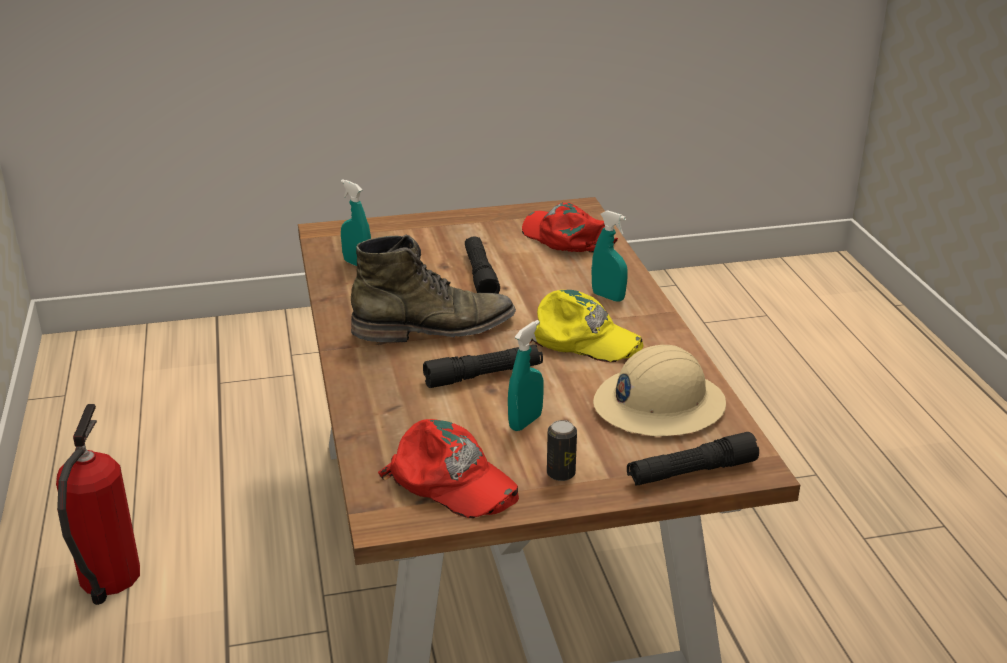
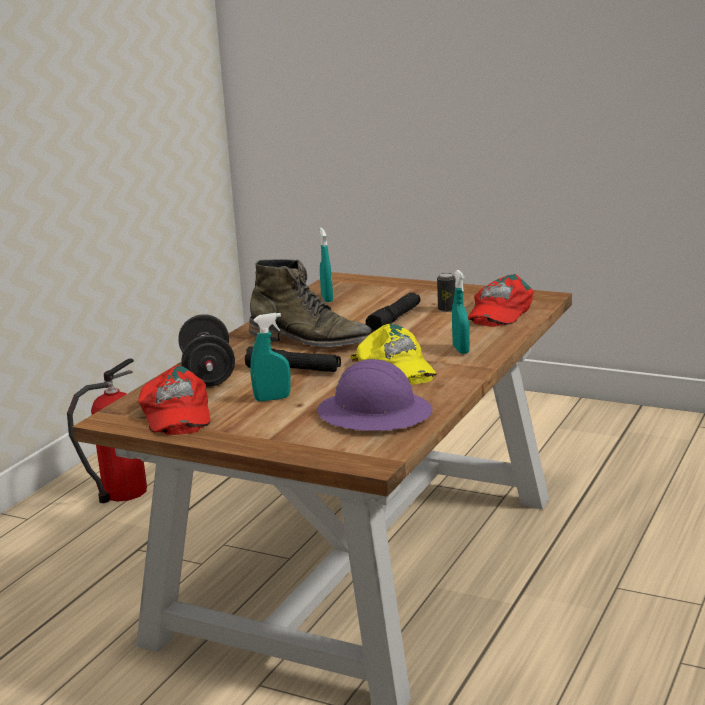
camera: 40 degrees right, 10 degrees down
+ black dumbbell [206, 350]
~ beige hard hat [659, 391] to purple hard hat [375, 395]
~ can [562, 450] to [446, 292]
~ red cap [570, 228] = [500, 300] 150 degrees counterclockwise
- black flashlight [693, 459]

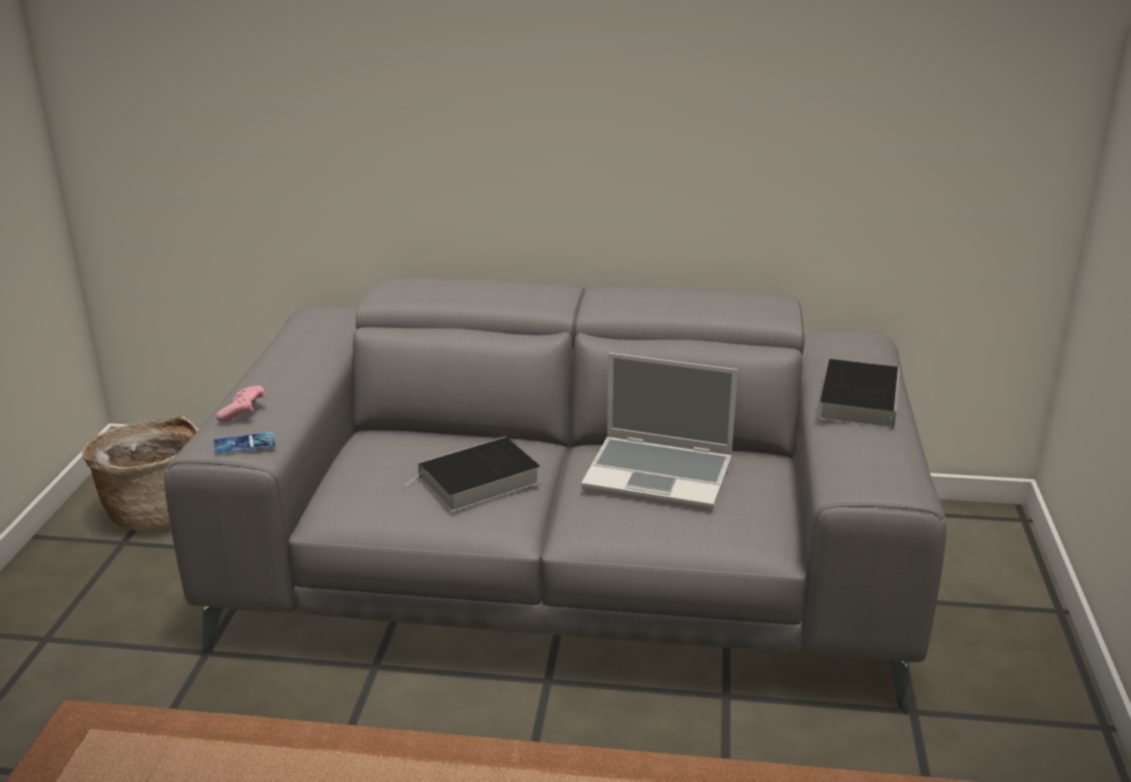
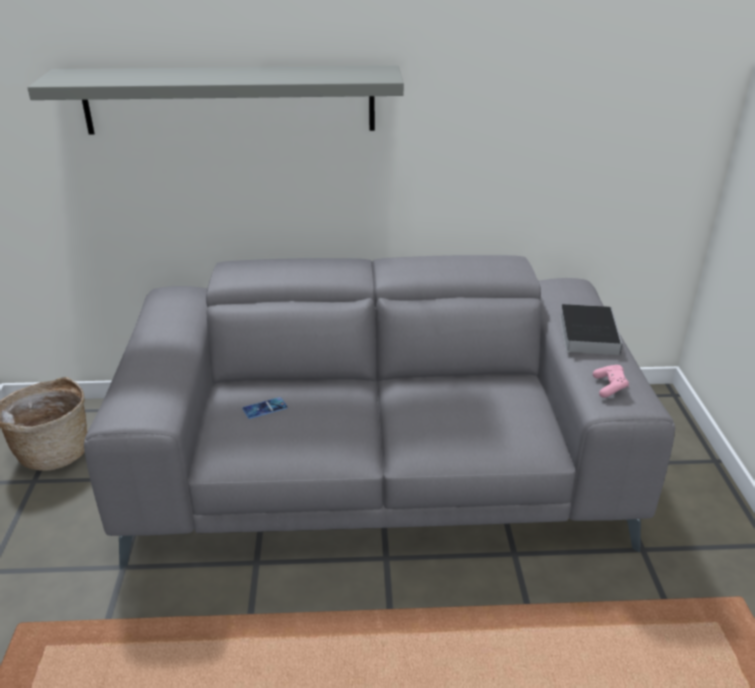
camera: 10 degrees left, 5 degrees up
+ grey shelf [215, 100]
~ phone [244, 443] to [265, 408]
~ pink game controller [241, 404] to [611, 381]
- book [471, 474]
- laptop [659, 431]

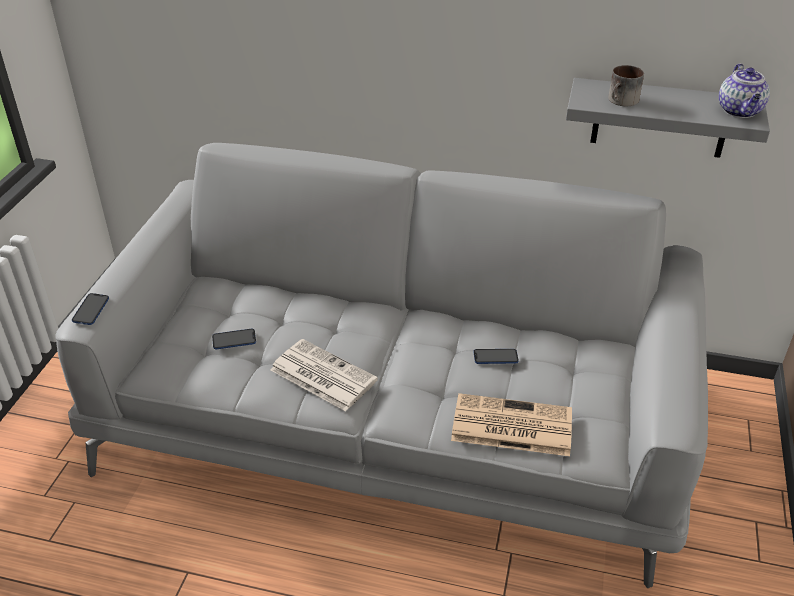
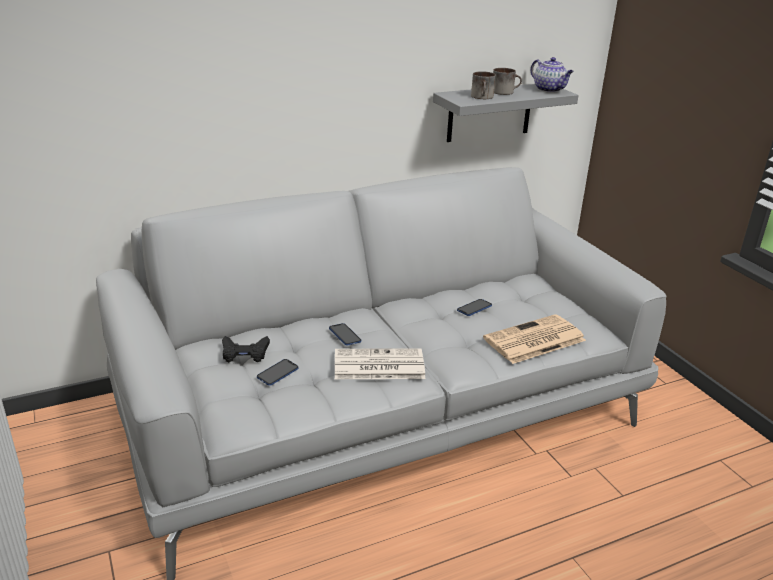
camera: 40 degrees left, 10 degrees down
+ black game controller [246, 349]
~ phone [90, 309] to [345, 334]
+ mug [507, 81]

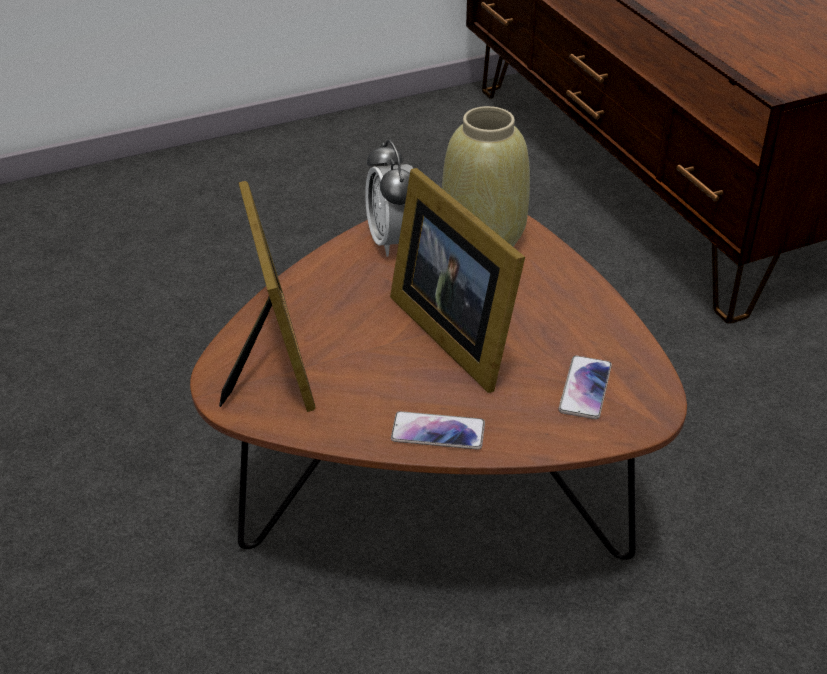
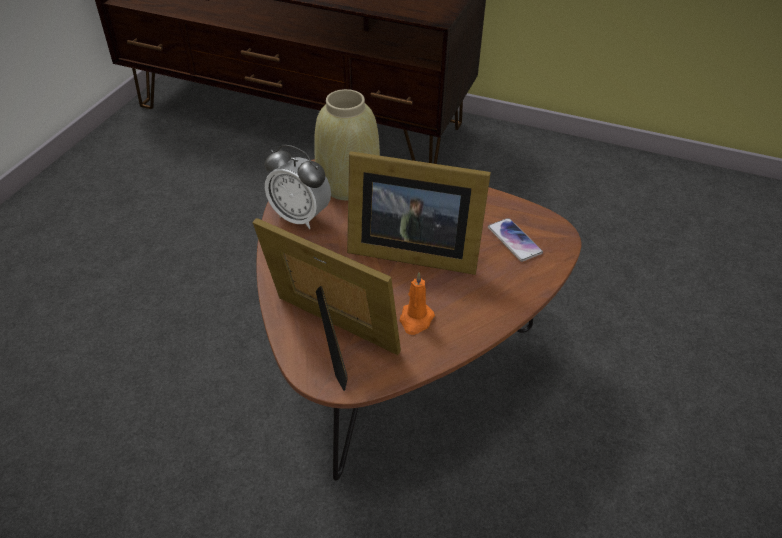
camera: 45 degrees left, 5 degrees up
+ orange candle [417, 303]
- phone [438, 430]

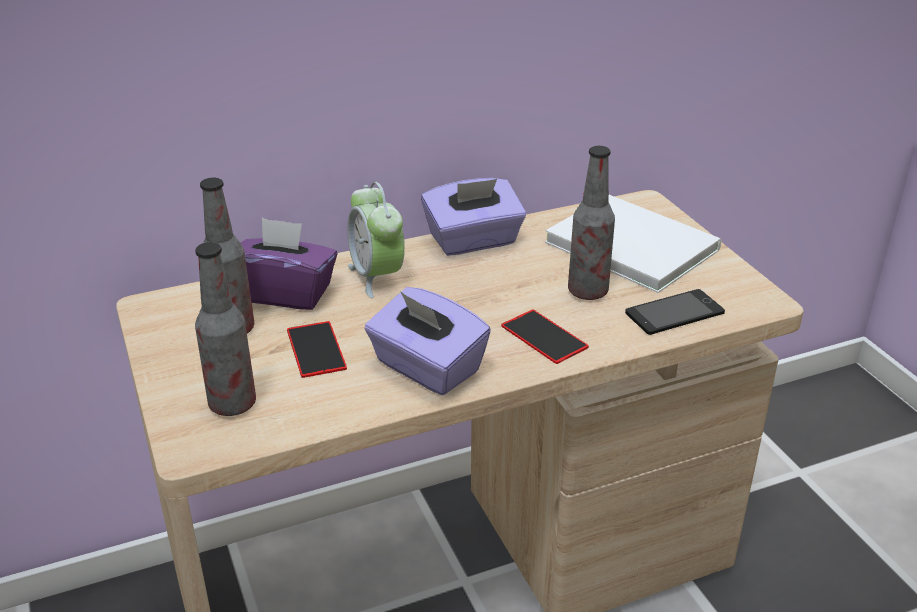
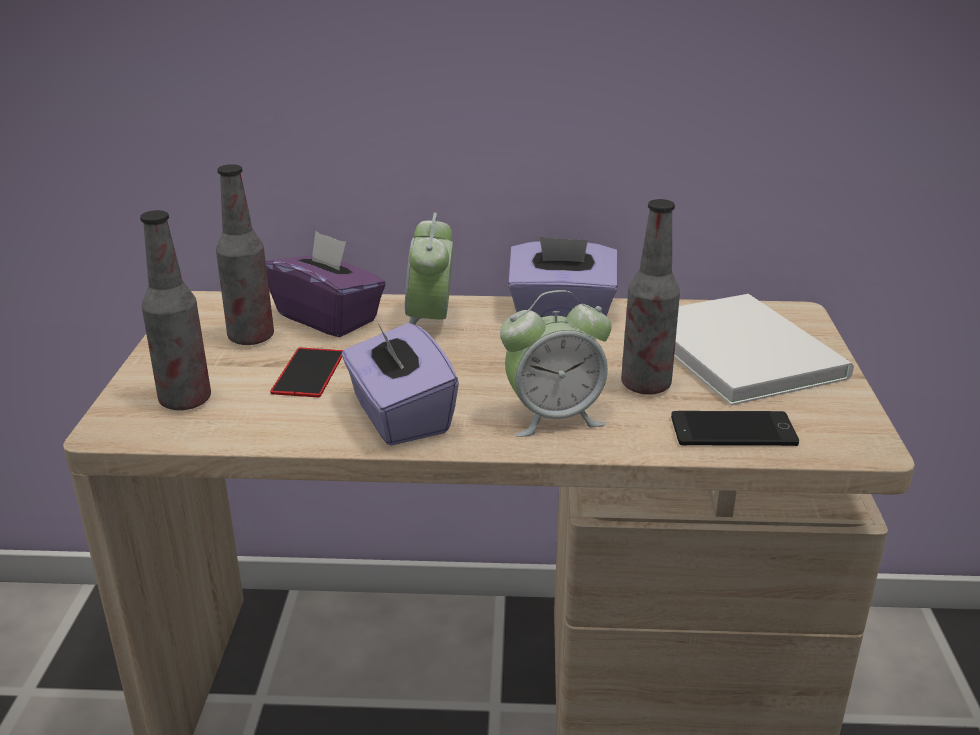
camera: 25 degrees right, 5 degrees down
~ phone [545, 336] to alarm clock [556, 363]

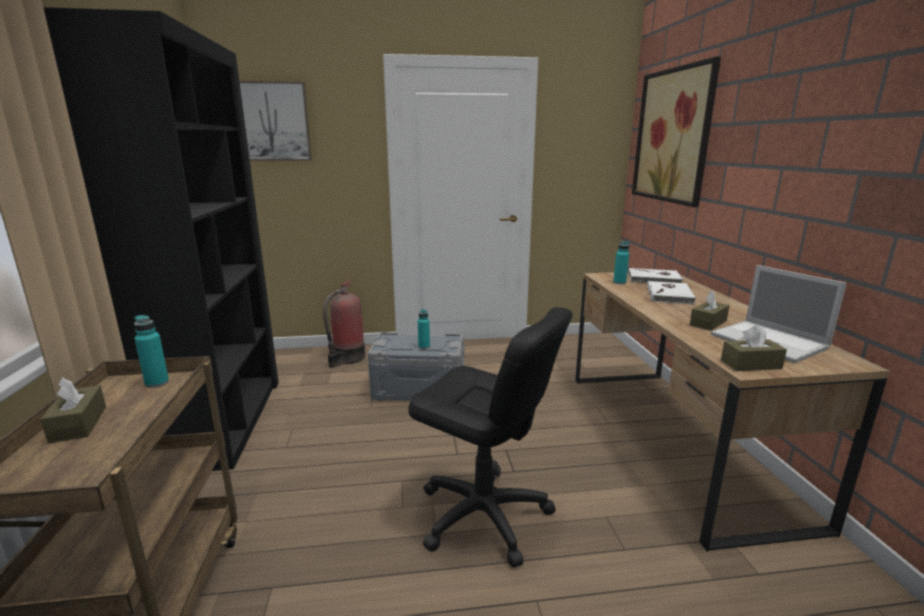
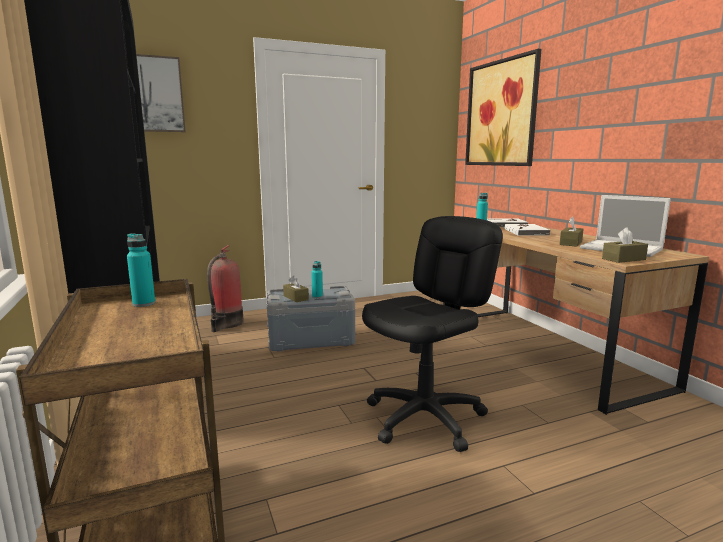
camera: 15 degrees left, 5 degrees down
~ brown tissue box [73, 410] to [296, 289]
~ black office chair [490, 437] = [432, 334] 60 degrees counterclockwise

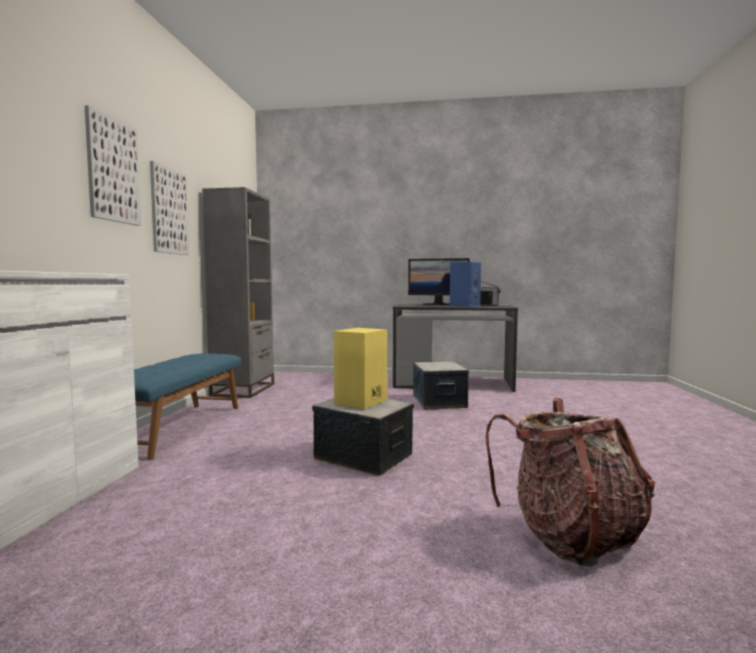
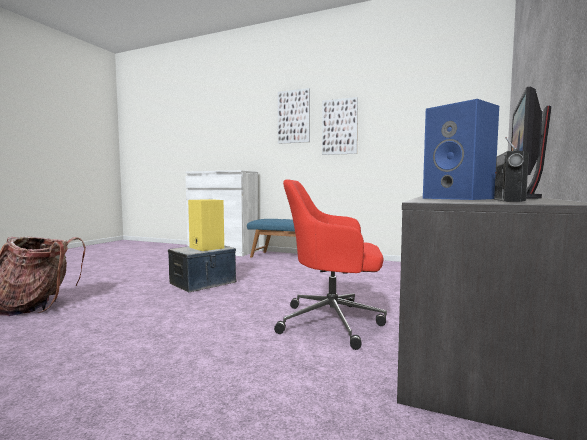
camera: 105 degrees right, 0 degrees up
~ storage box [441, 385] to red office chair [330, 264]
- grey bookcase [238, 292]

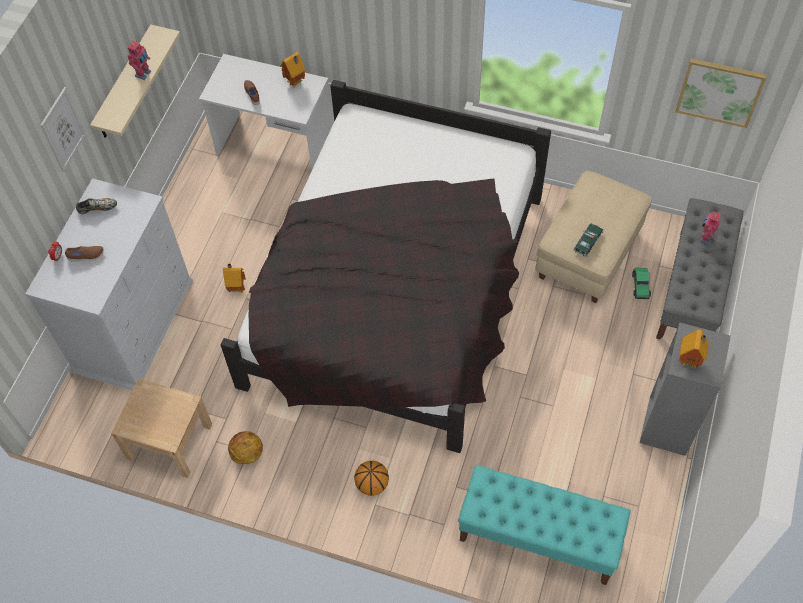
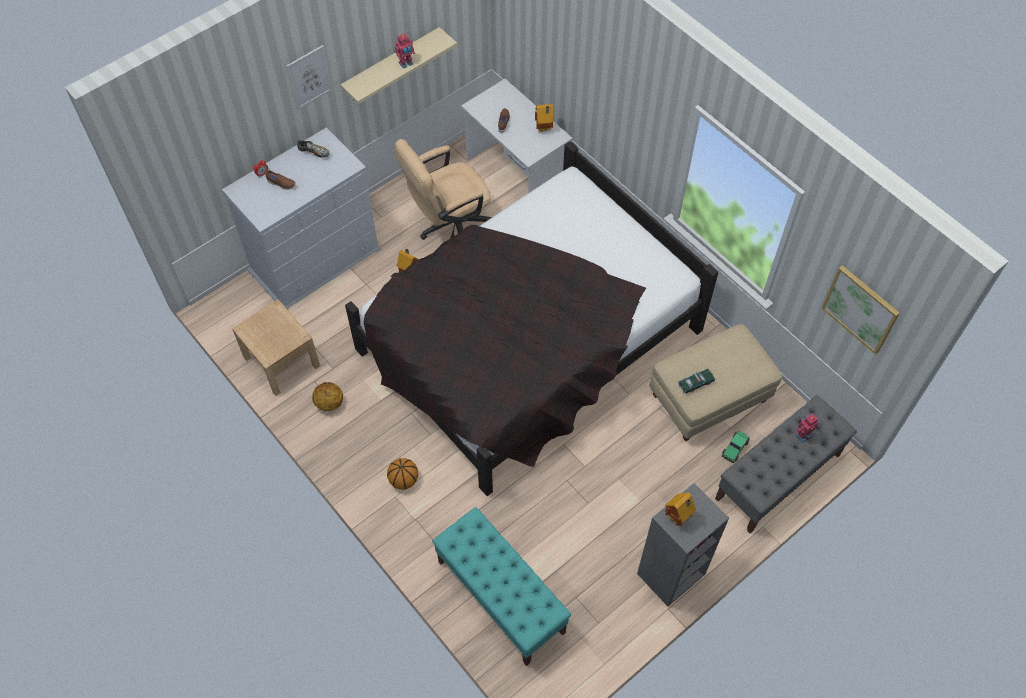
camera: 30 degrees right, 0 degrees up
+ beige office chair [443, 189]

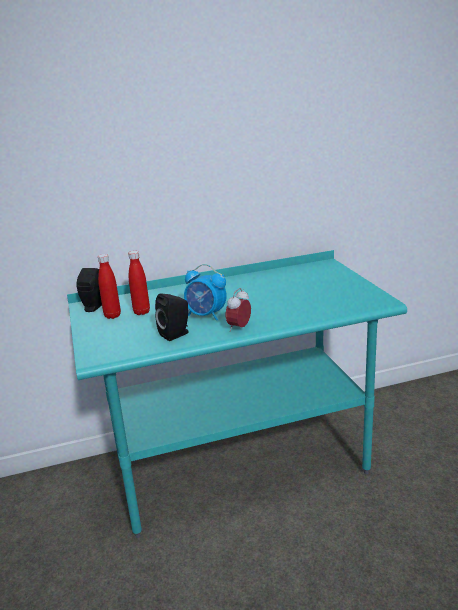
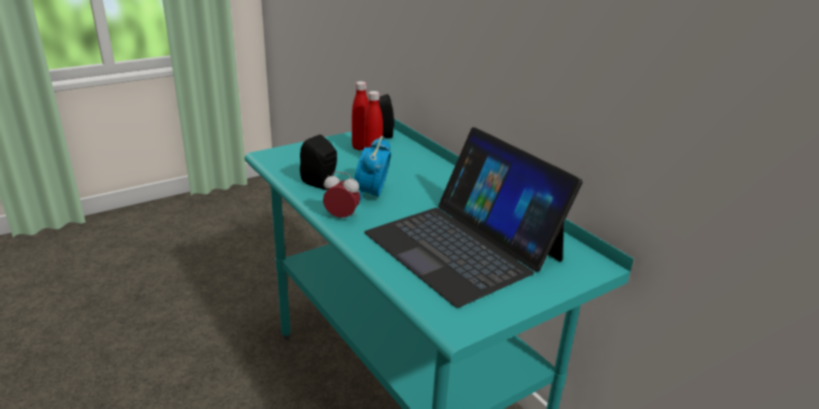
camera: 70 degrees right, 5 degrees up
+ laptop [473, 217]

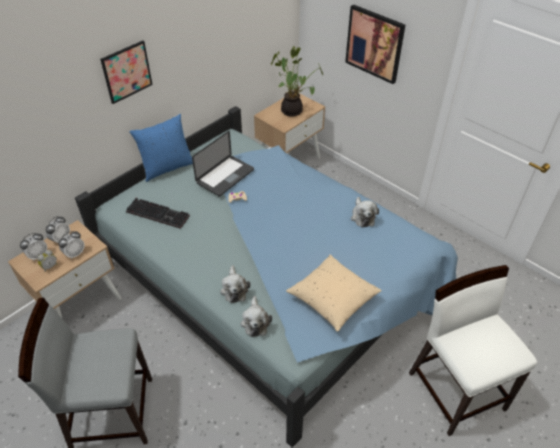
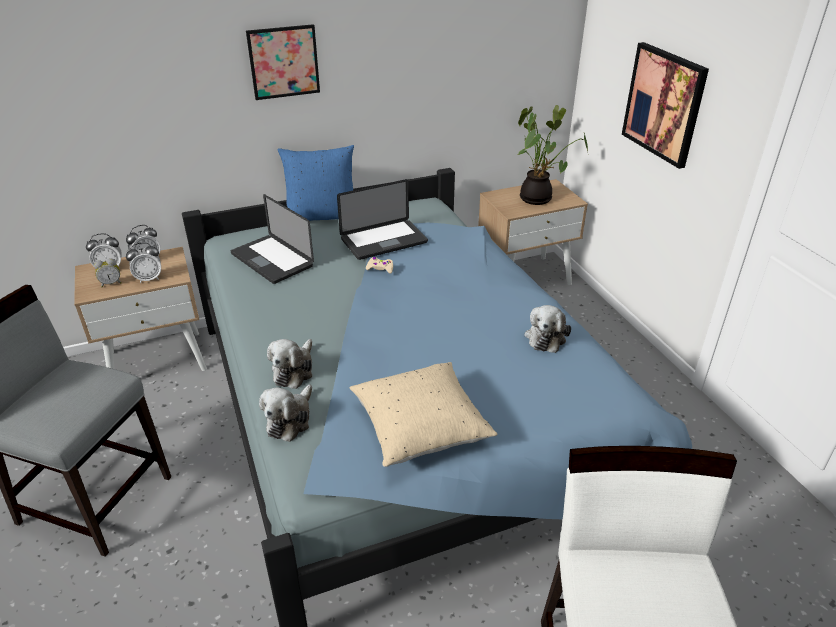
camera: 25 degrees right, 10 degrees down
~ keyboard [158, 213] to laptop [272, 239]

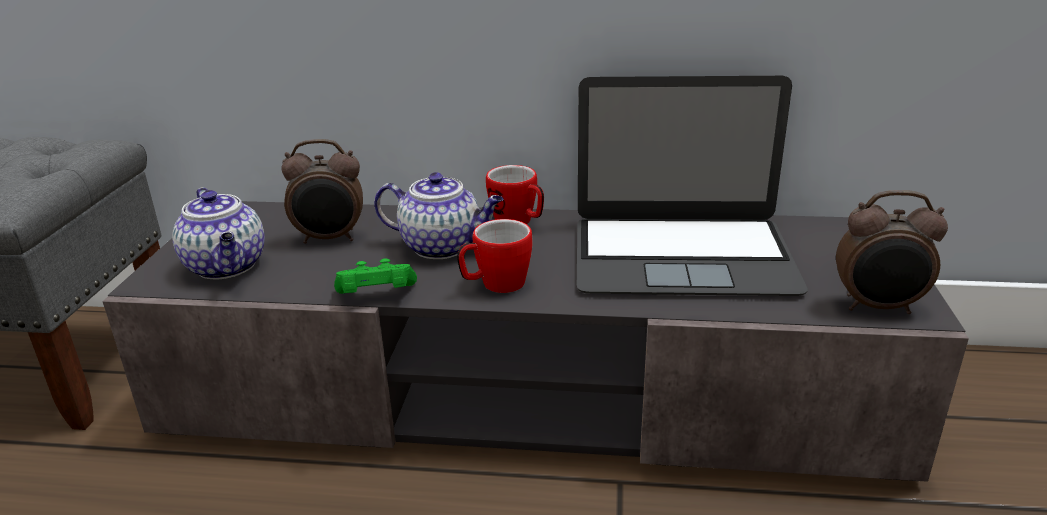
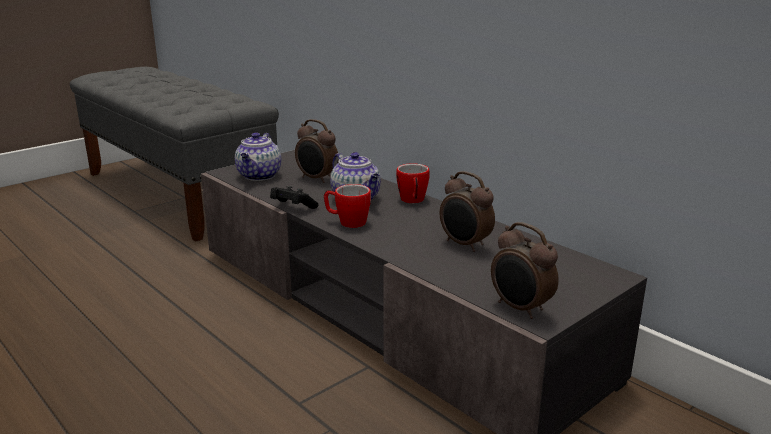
camera: 40 degrees right, 5 degrees down
~ green game controller [375, 276] to black game controller [294, 197]
~ laptop [692, 186] to alarm clock [467, 211]

